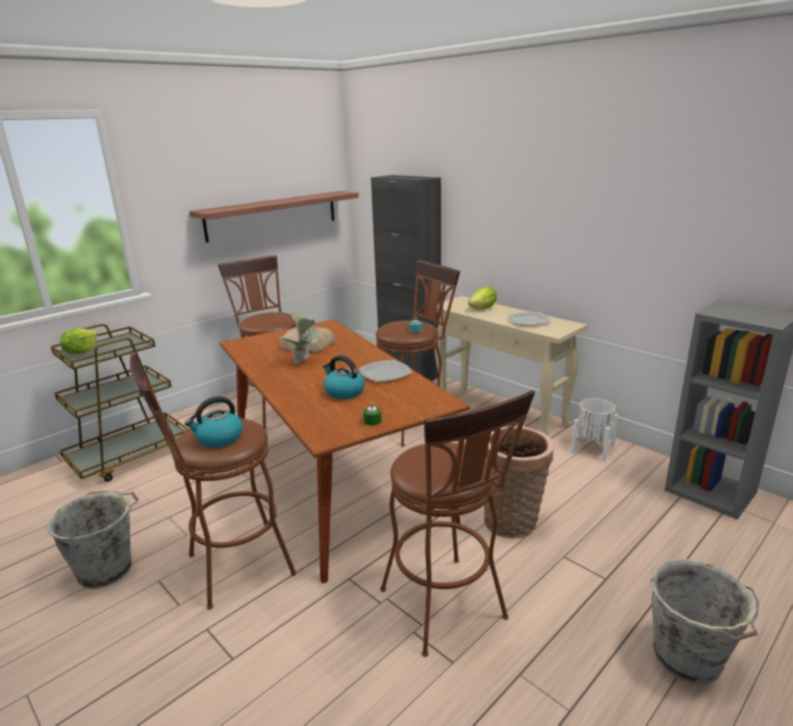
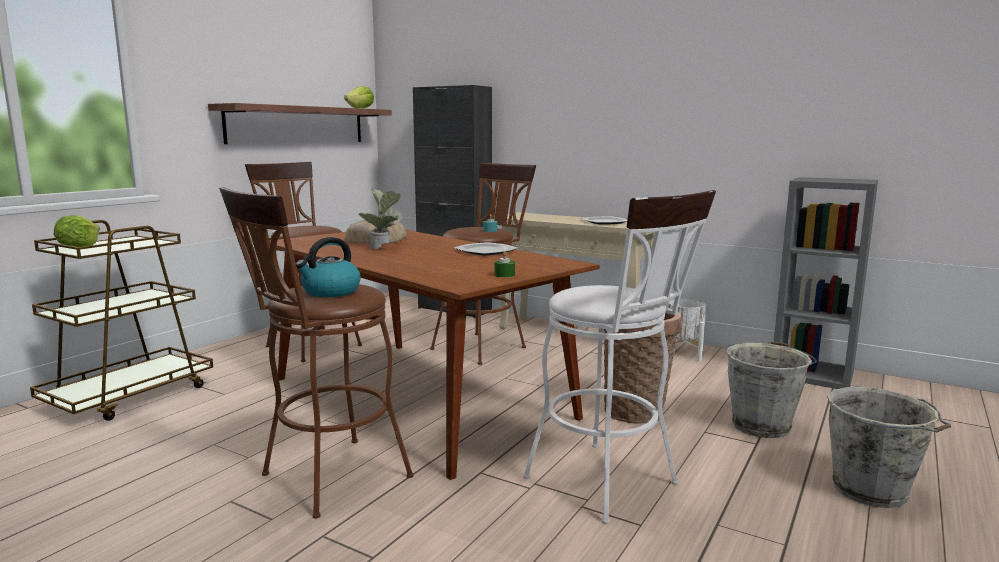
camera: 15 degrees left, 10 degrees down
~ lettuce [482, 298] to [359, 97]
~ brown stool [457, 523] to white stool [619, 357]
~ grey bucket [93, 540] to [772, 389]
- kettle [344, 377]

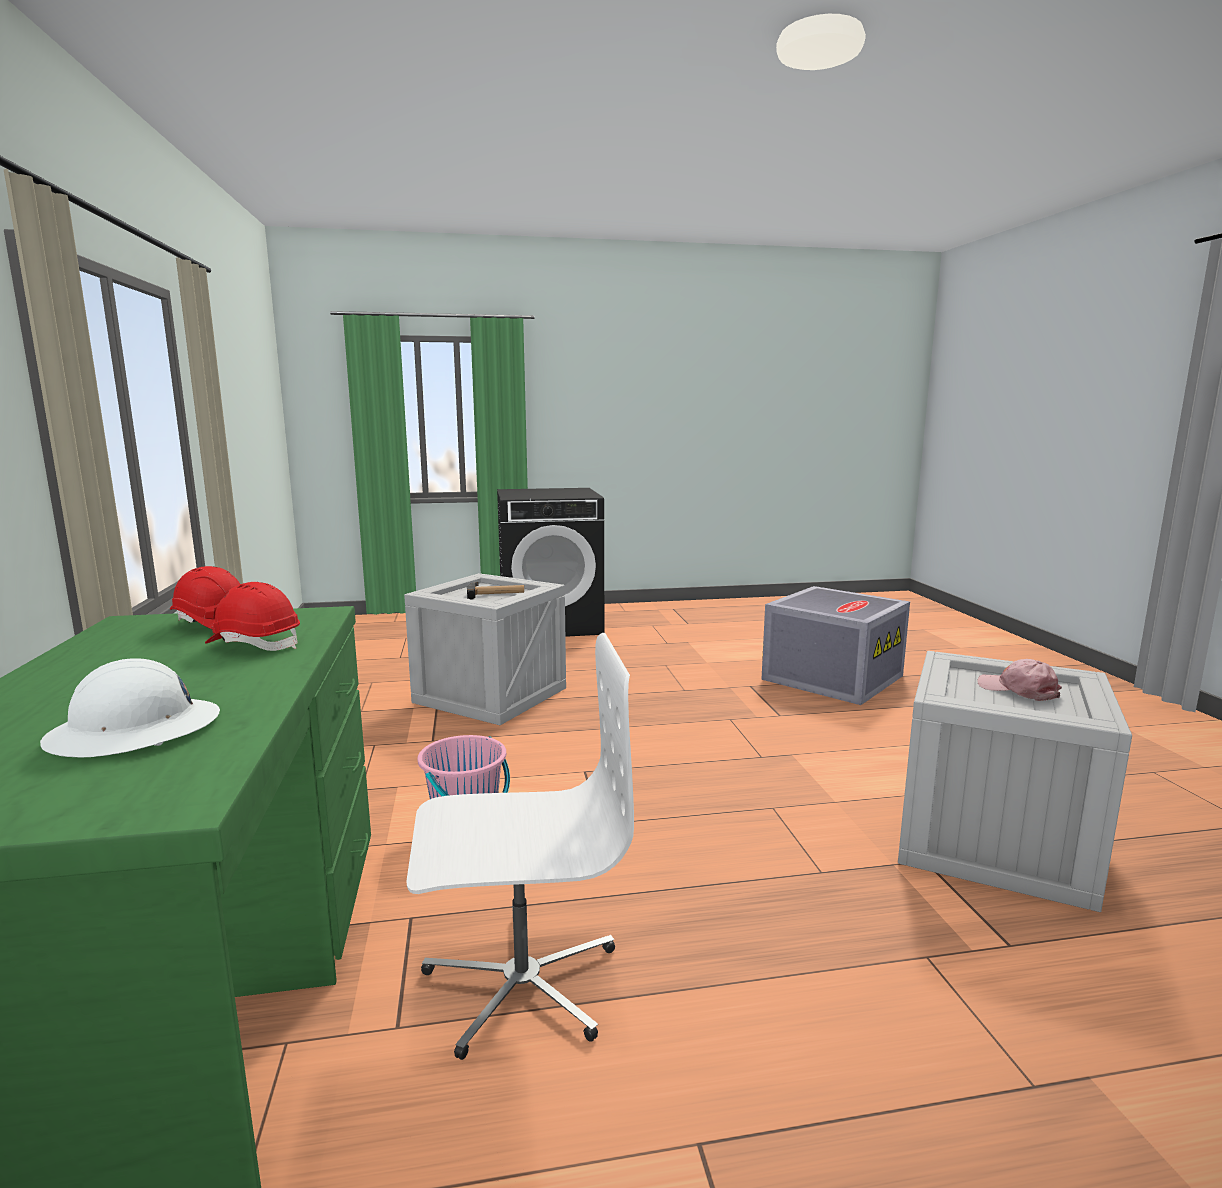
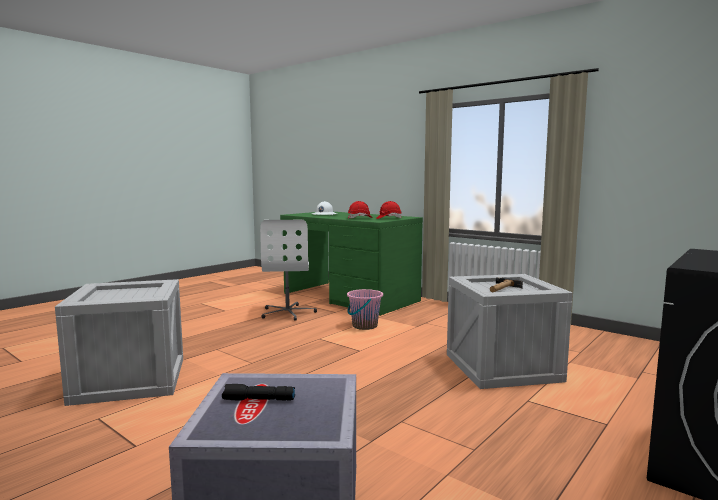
camera: 140 degrees right, 5 degrees down
+ black flashlight [258, 392]
~ white office chair [520, 846] = [288, 270] 45 degrees counterclockwise
- pink cap [1019, 680]

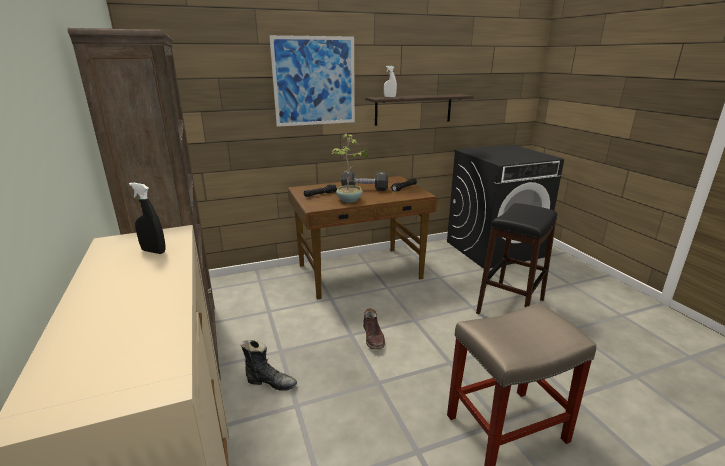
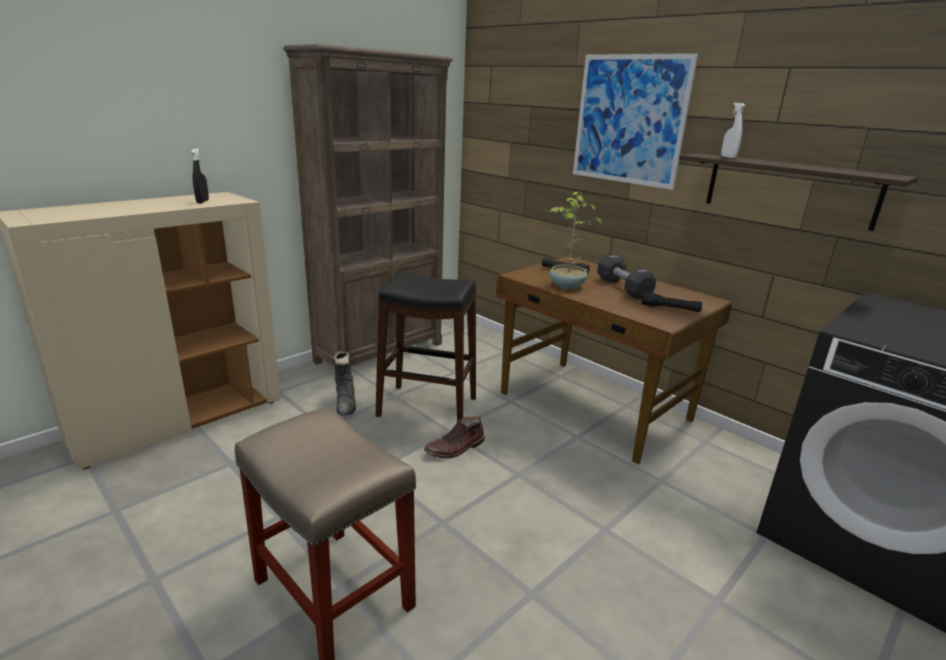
camera: 65 degrees right, 0 degrees up
~ black stool [516, 258] to [426, 346]

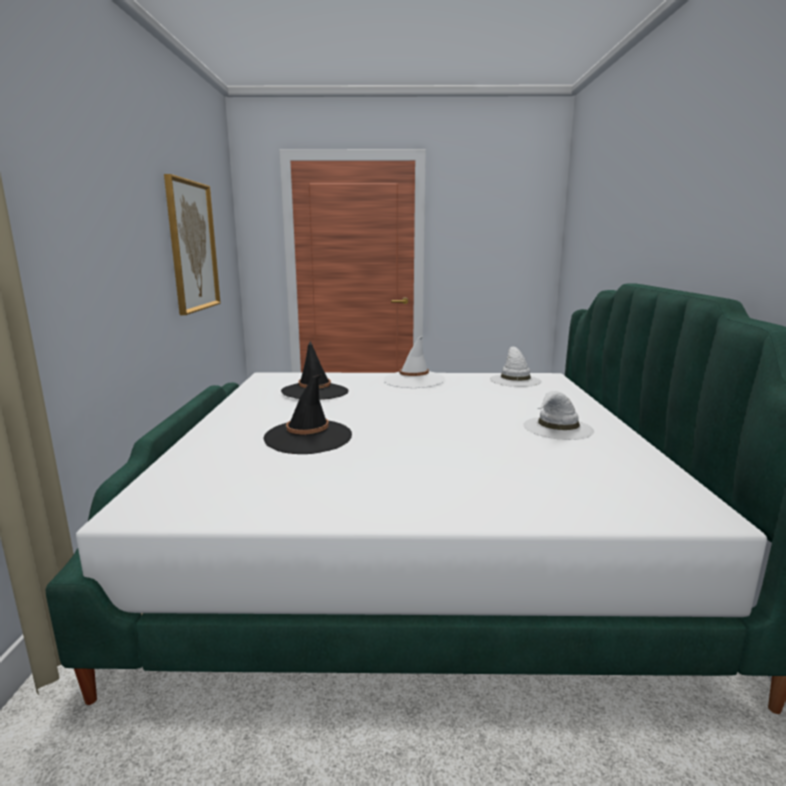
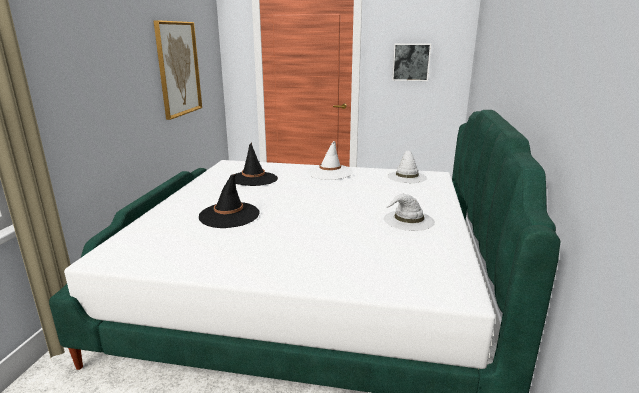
camera: 10 degrees right, 5 degrees up
+ picture [411, 62]

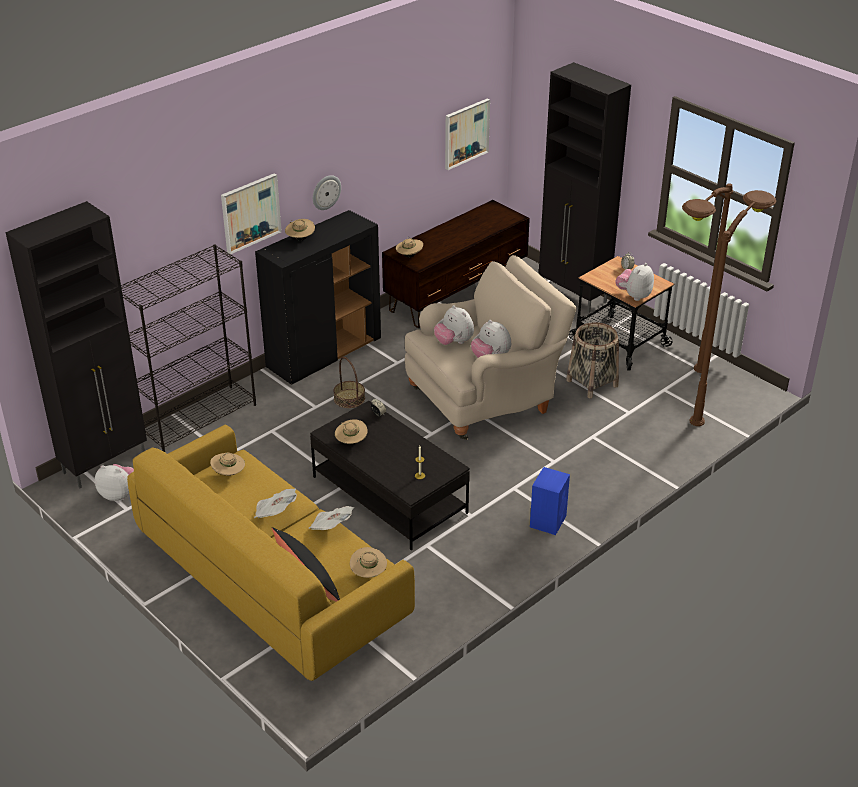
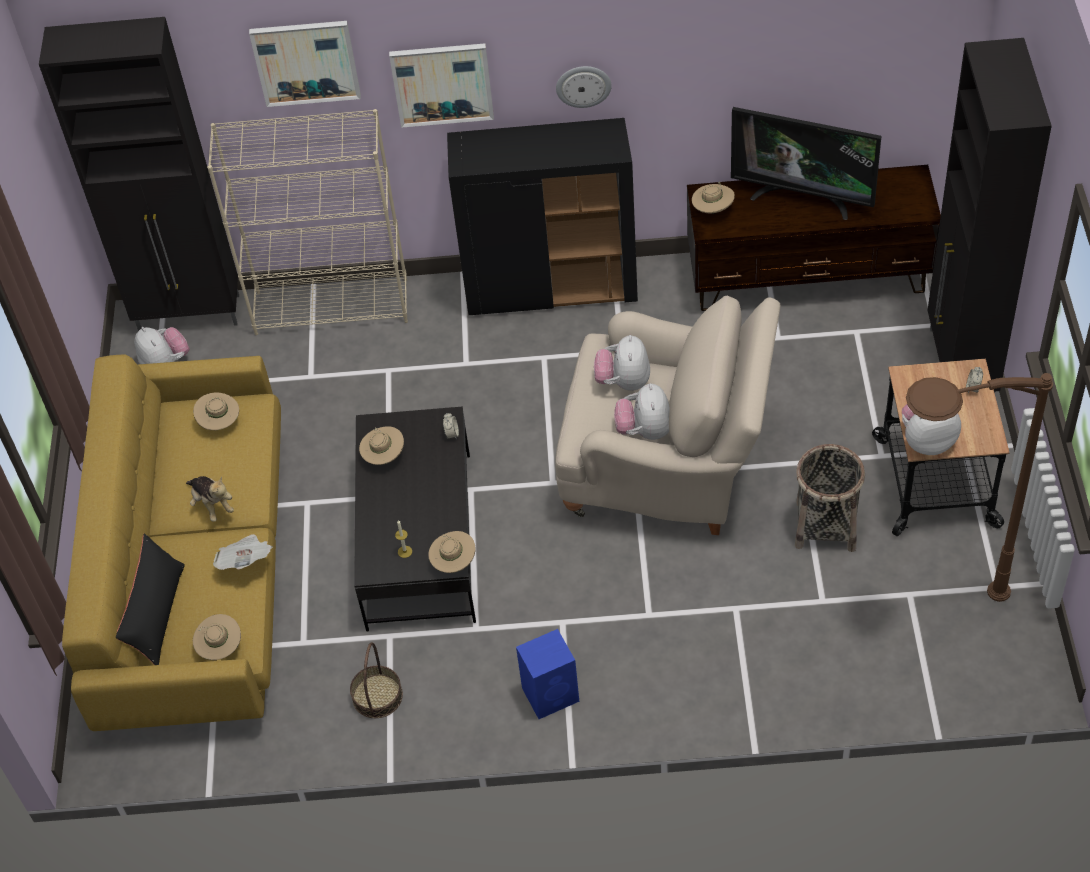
camera: 45 degrees right, 15 degrees up
~ newspaper [275, 503] to plush toy [210, 499]
~ black bookcase [188, 348] to beige bookcase [307, 222]
~ picture [467, 134] to [305, 64]
~ basket [349, 382] to [376, 680]
~ beige hat [300, 229] to [451, 552]
+ television [806, 163]
- brown floor lamp [733, 308]

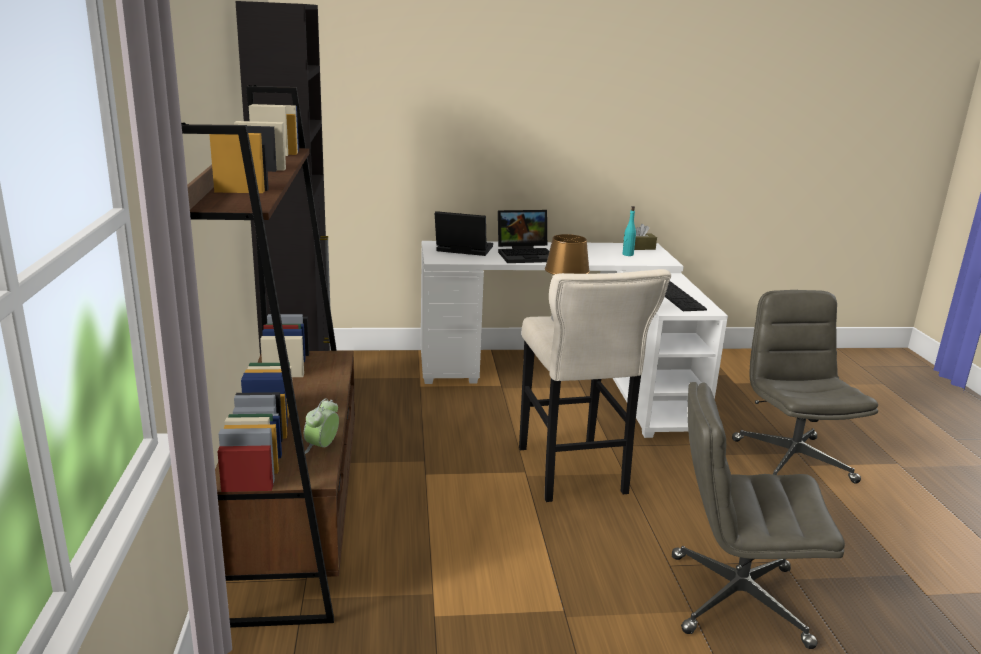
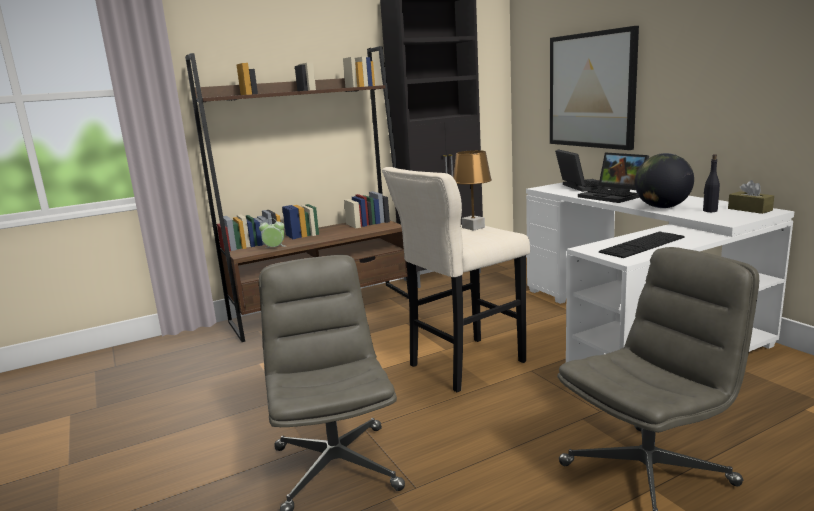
camera: 70 degrees right, 5 degrees down
+ picture [594, 88]
+ globe [664, 180]
~ turquoise bottle [629, 231] to black bottle [711, 183]

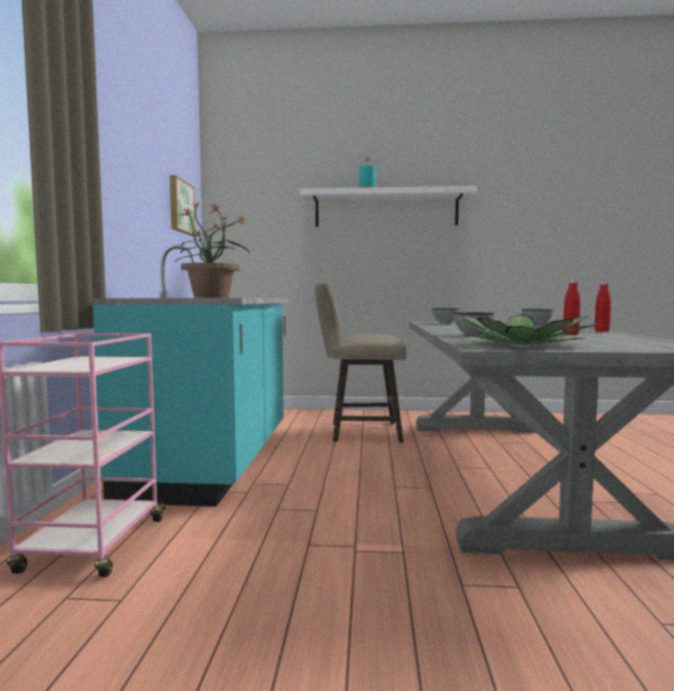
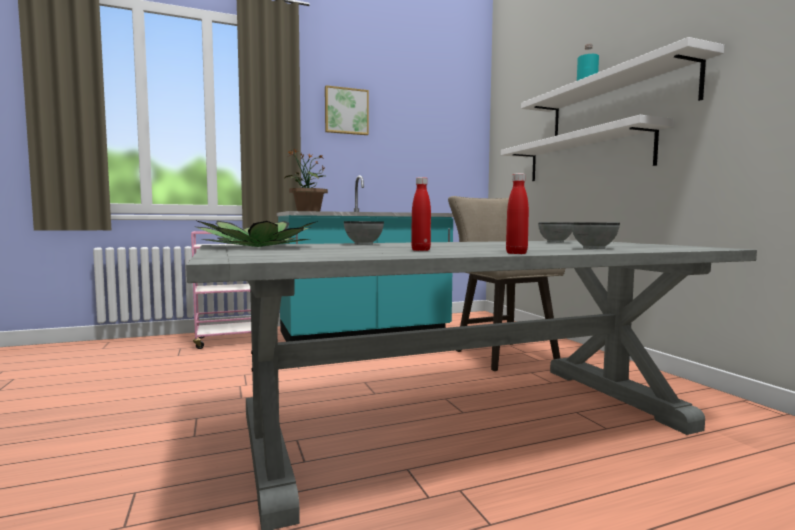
camera: 65 degrees right, 0 degrees up
~ picture [183, 205] to [347, 110]
+ white shelf [587, 148]

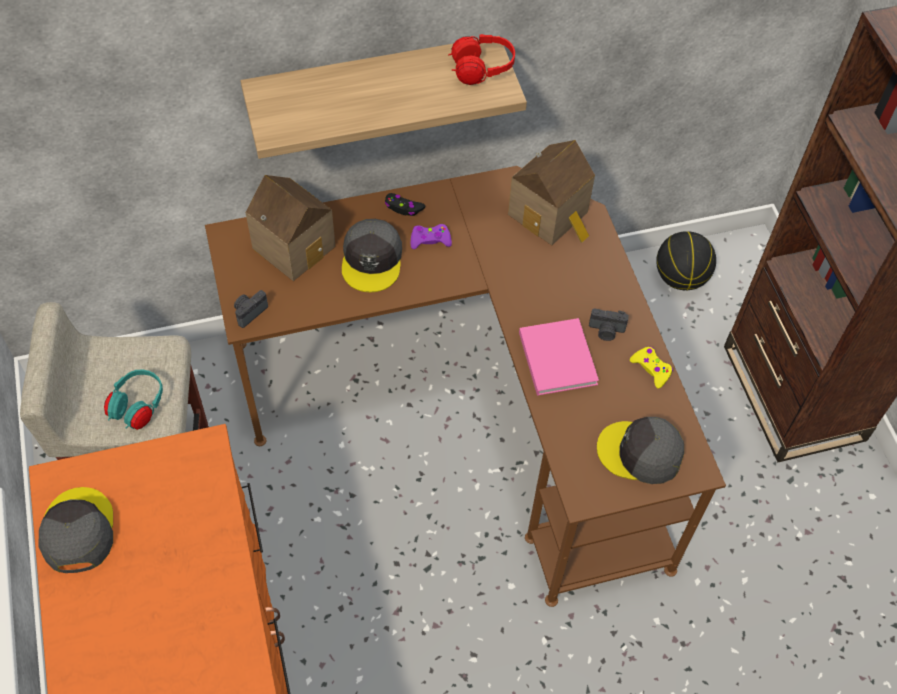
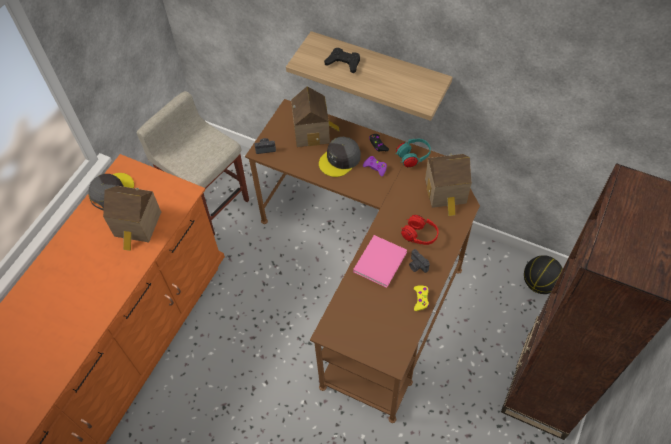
camera: 45 degrees right, 0 degrees up
+ toy house [132, 218]
+ black game controller [342, 60]
~ turquoise headphones [133, 399] to [413, 153]
~ red headphones [481, 59] to [420, 230]
- grey cap [640, 450]

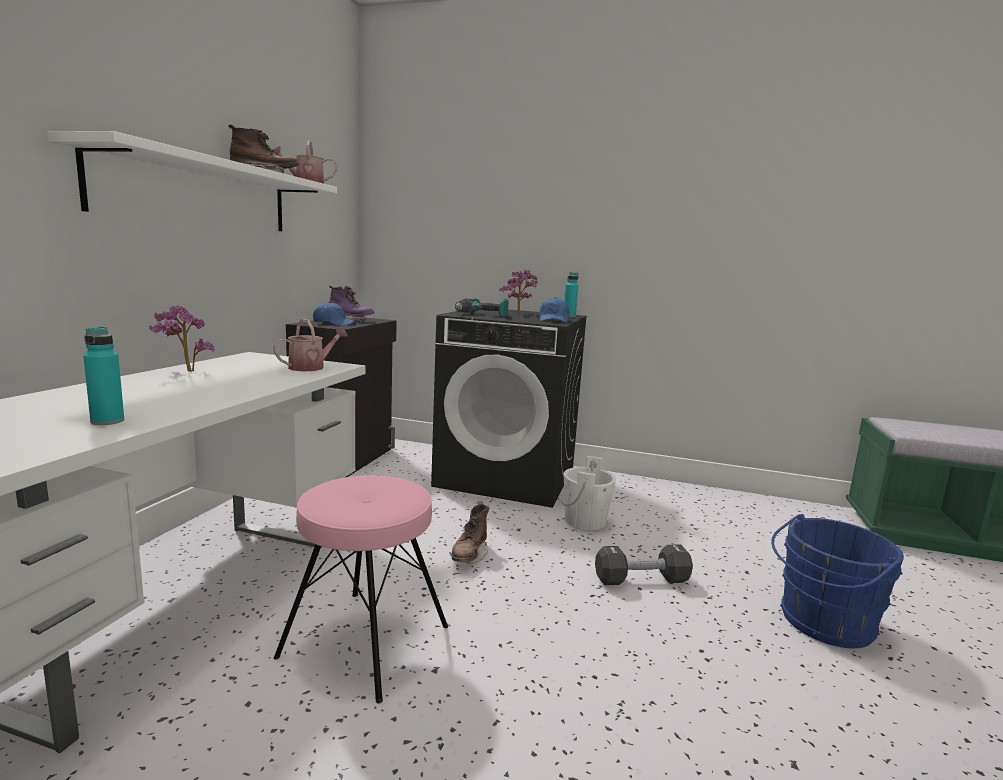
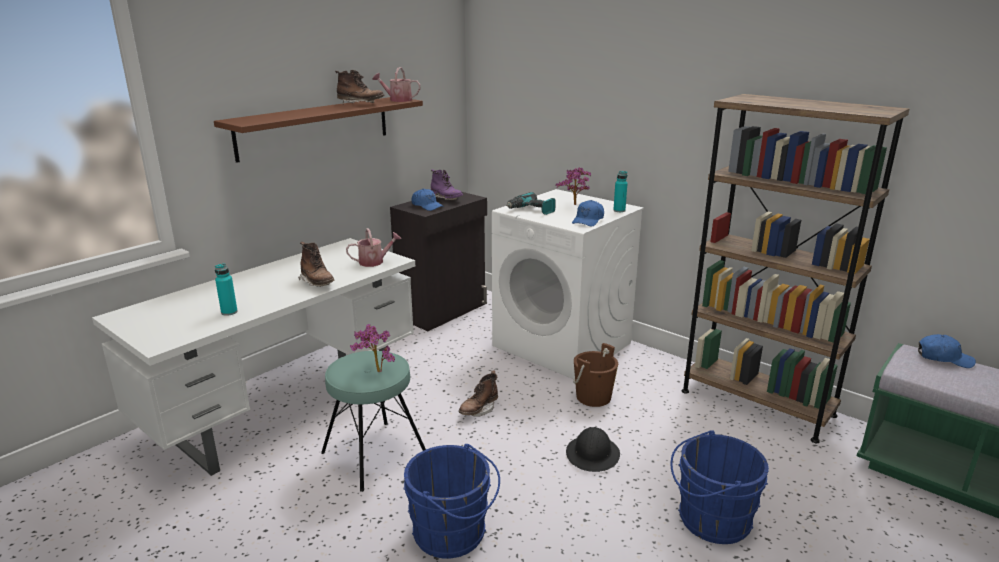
camera: 25 degrees right, 10 degrees up
~ white shelf [192, 181] to brown shelf [318, 130]
+ brown boot [316, 264]
~ pink stool [361, 589] to turquoise stool [373, 421]
~ potted plant [181, 338] to [372, 348]
+ blue bucket [451, 501]
~ black washing machine [509, 408] to white washing machine [568, 284]
~ black dumbbell [644, 564] to black hard hat [593, 449]
~ white bucket [589, 493] to brown bucket [595, 375]
+ brown bookcase [796, 268]
+ blue cap [947, 351]

